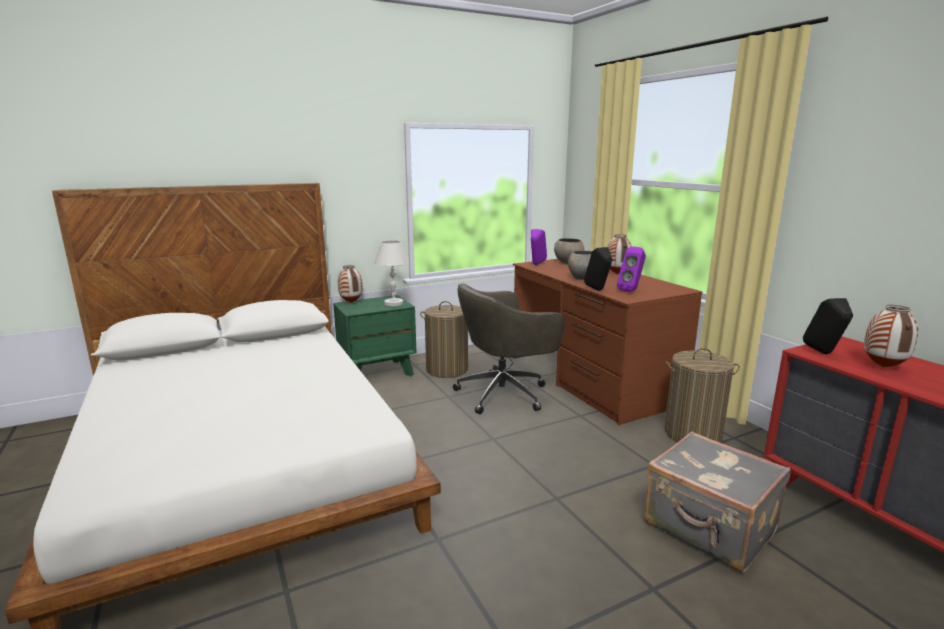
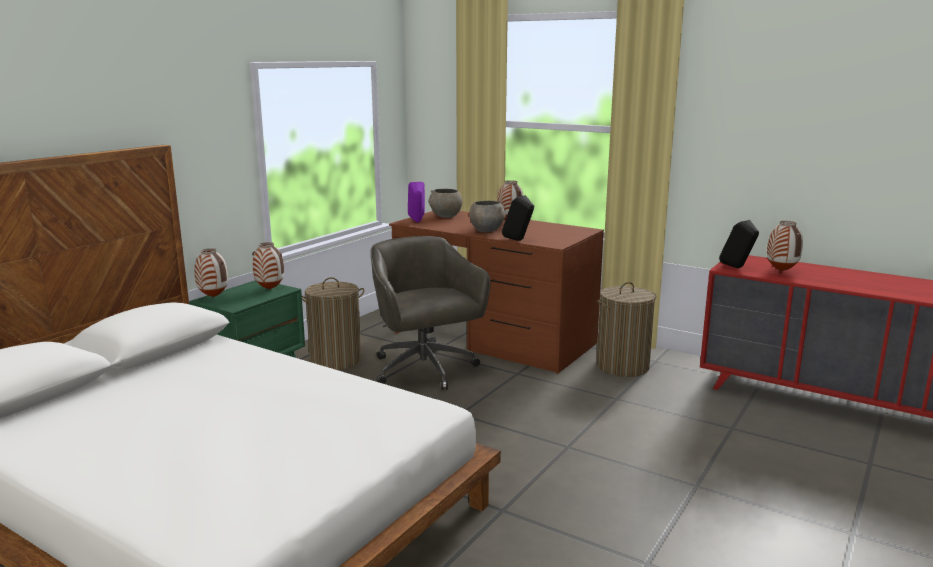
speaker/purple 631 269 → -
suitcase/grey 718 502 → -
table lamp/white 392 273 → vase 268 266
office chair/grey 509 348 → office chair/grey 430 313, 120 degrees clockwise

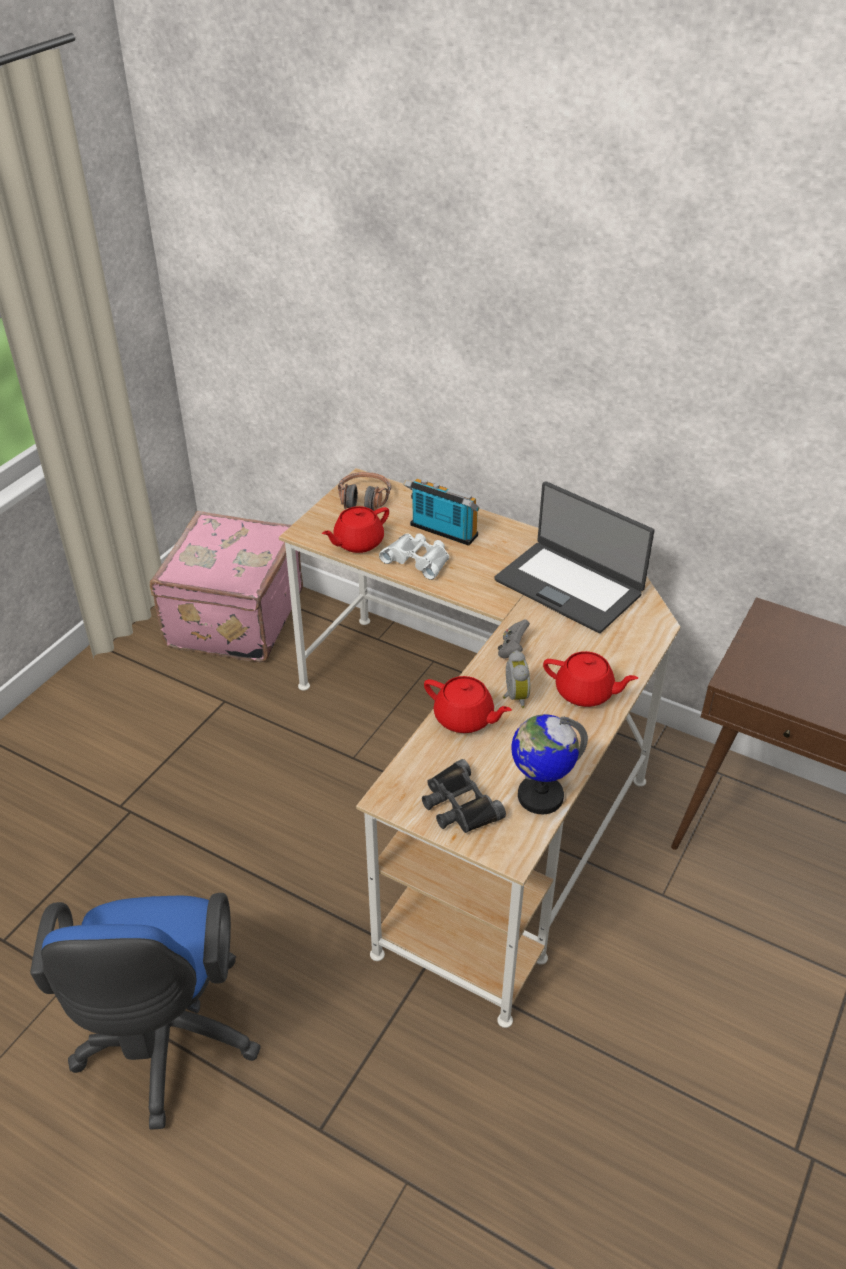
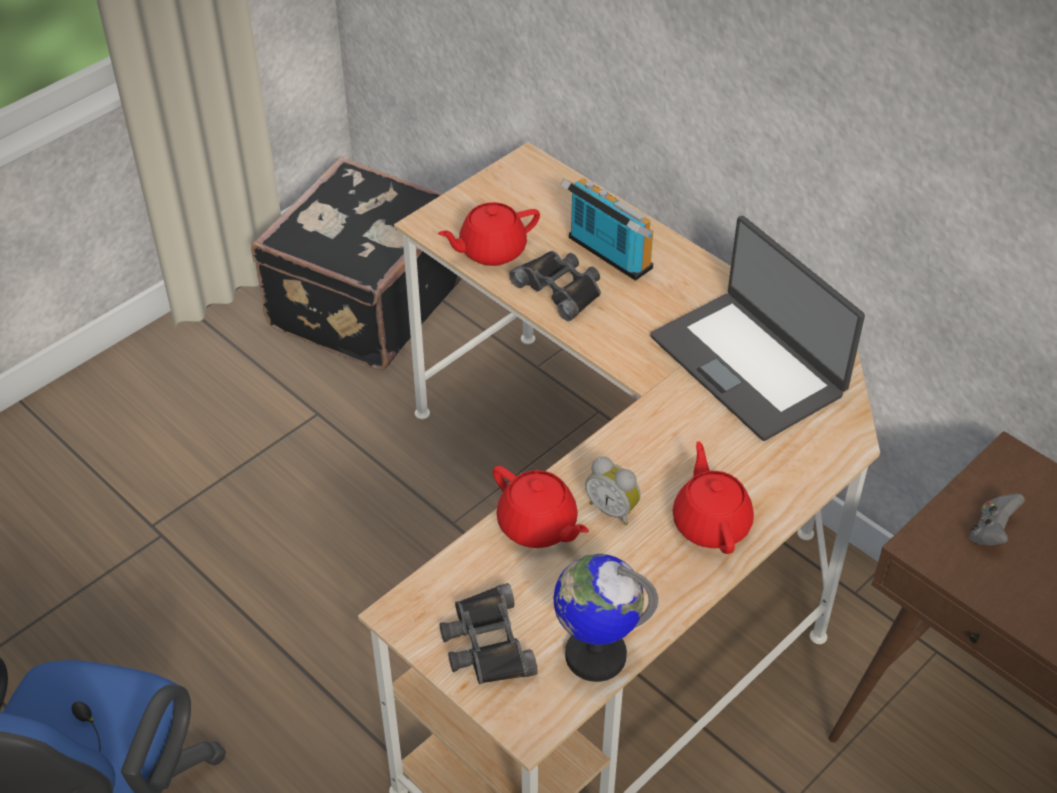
headphones 364 491 → -
game controller/grey 514 639 → game controller/grey 997 519, move
suitcase/pink 226 586 → suitcase/black 356 263
binoculars/white 414 556 → binoculars/black 555 286
alarm clock 516 679 → alarm clock 613 491, 120 degrees clockwise
teapot/red 590 679 → teapot/red 713 497, 135 degrees counterclockwise

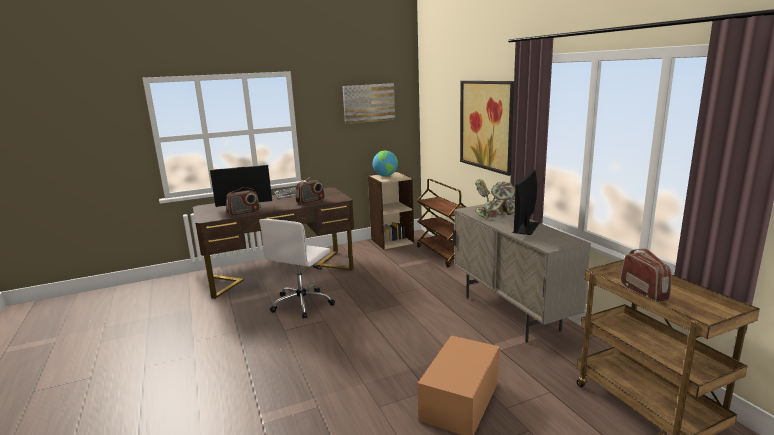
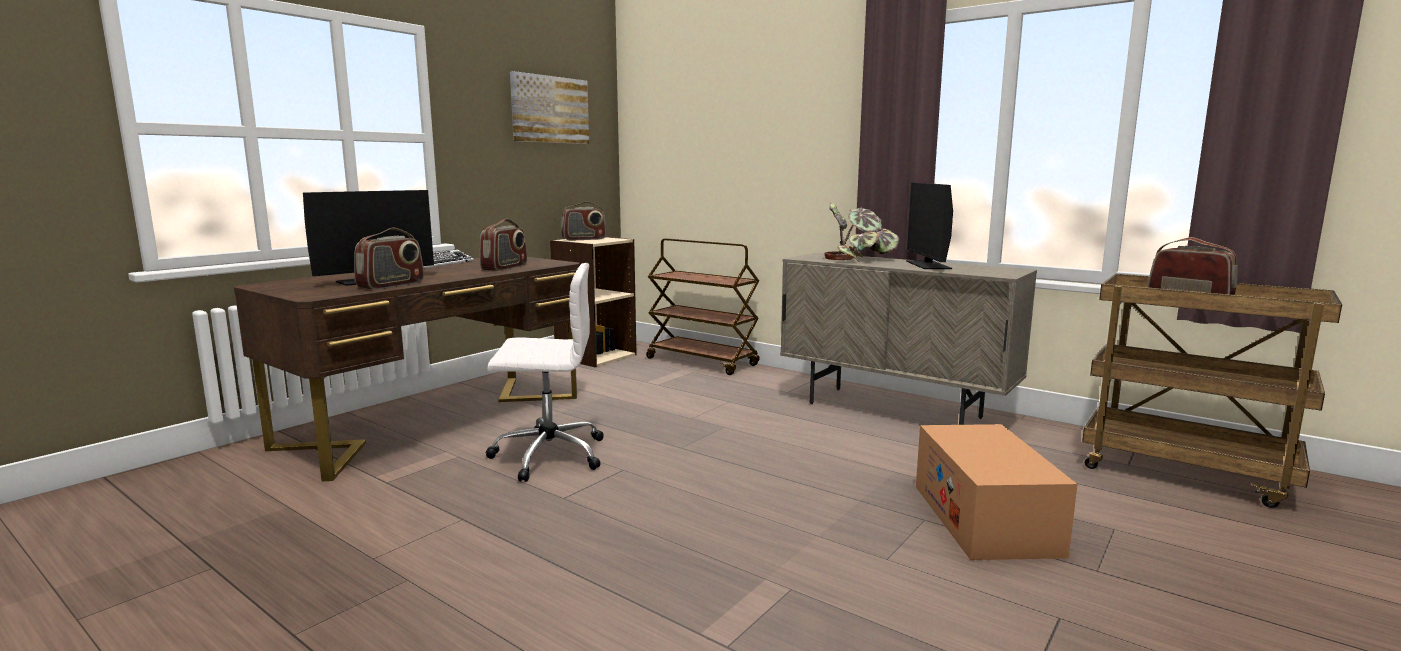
picture 487 128 → -
globe 385 164 → radio 583 221
office chair/white 297 269 → office chair/white 545 372, 90 degrees counterclockwise

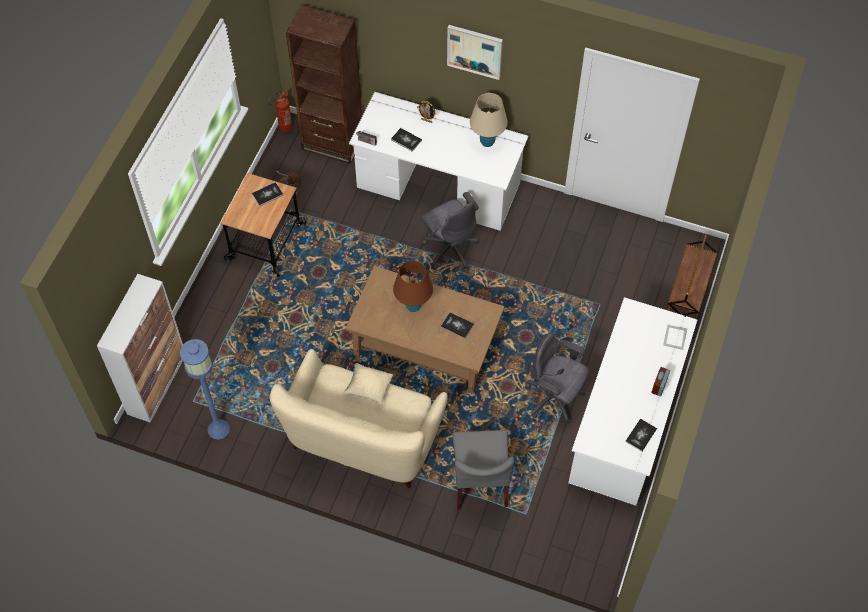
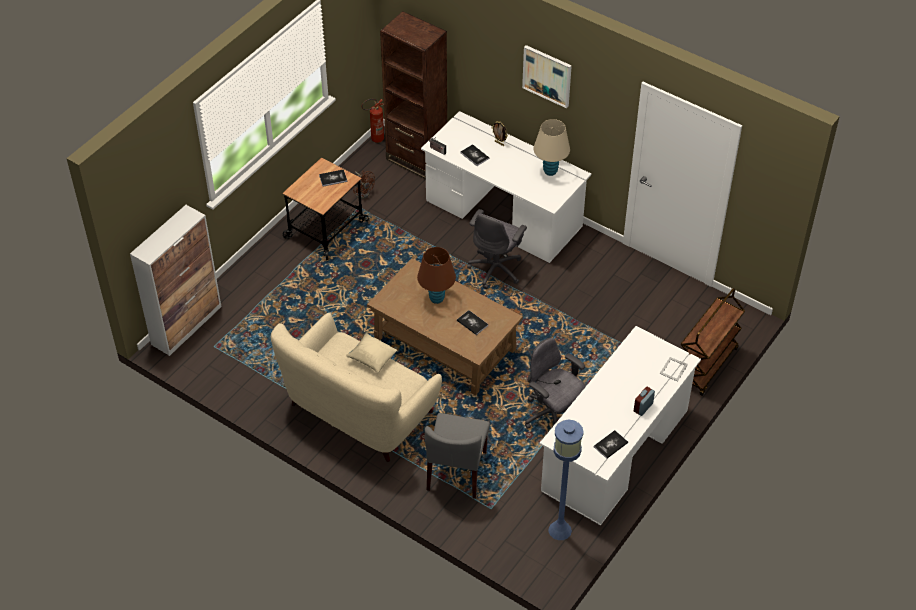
floor lamp/blue 205 389 → floor lamp/blue 566 480, move
office chair/grey 450 231 → office chair/grey 497 249, 45 degrees clockwise

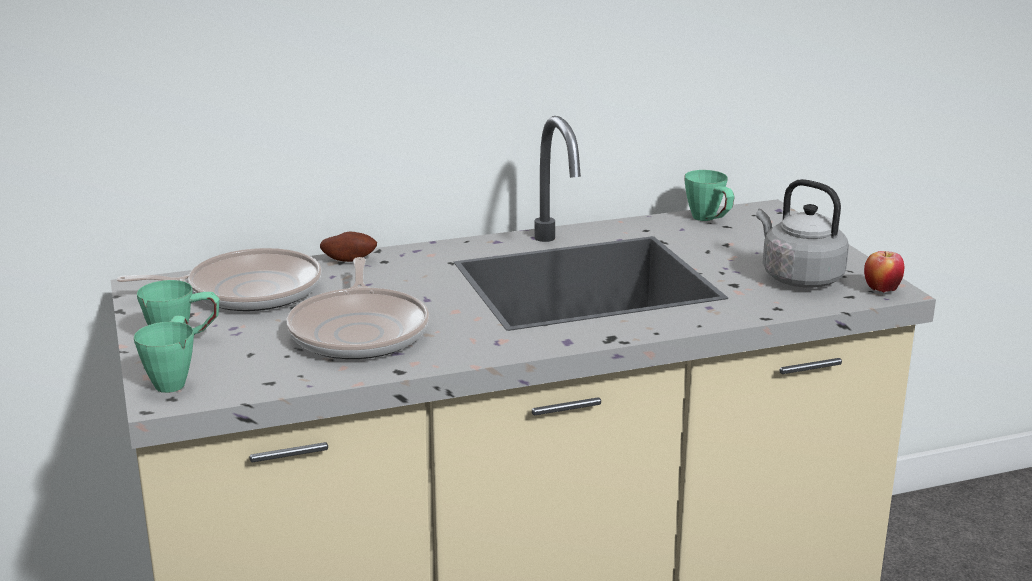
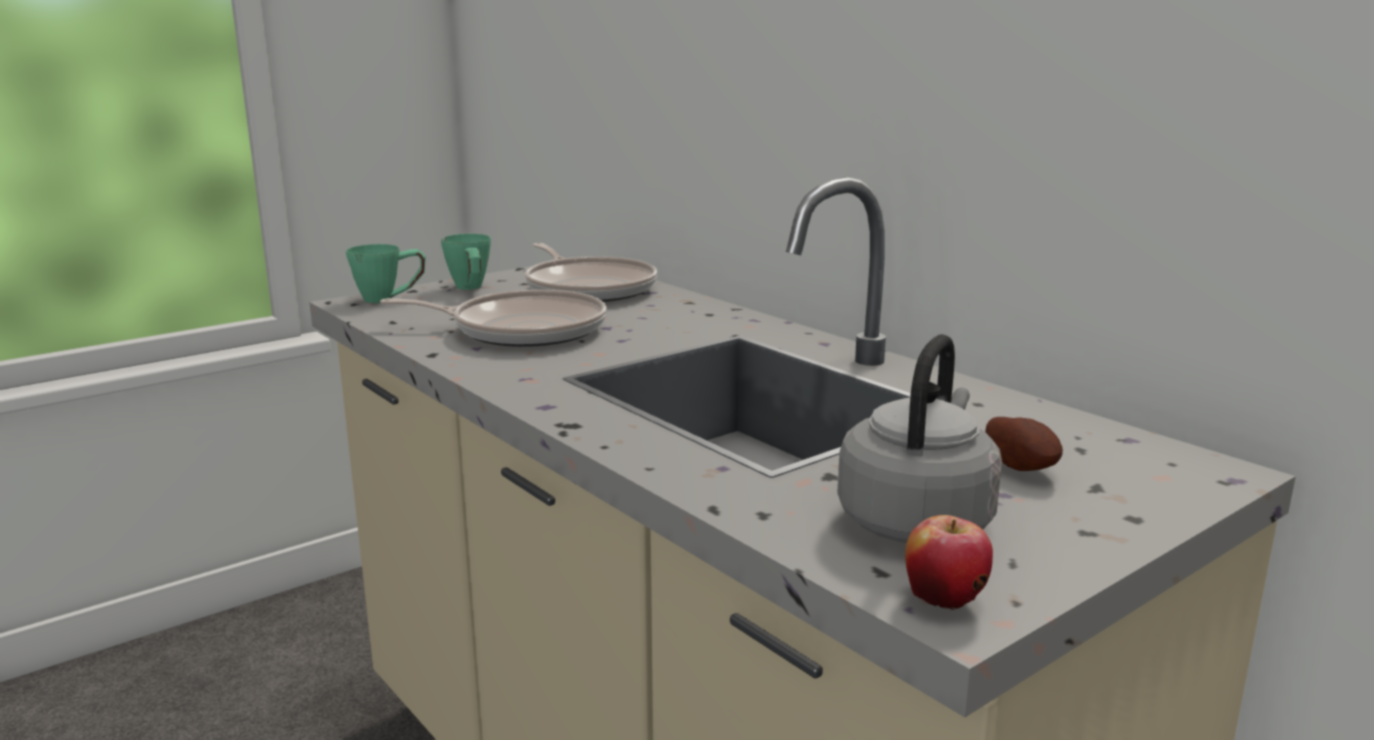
mug/green 709 195 → -
potato 348 247 → potato 1024 444, move
frying pan 358 308 → frying pan 493 318, 150 degrees counterclockwise

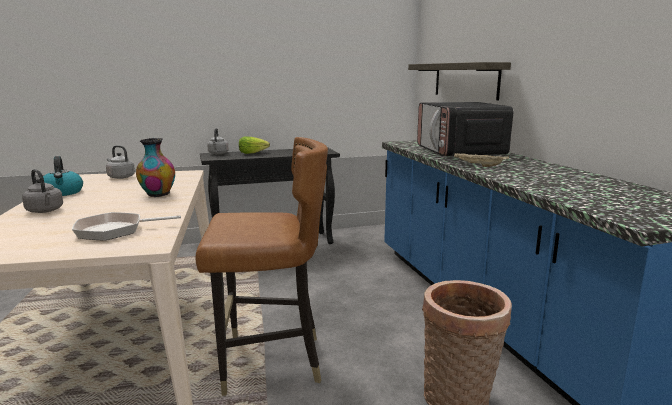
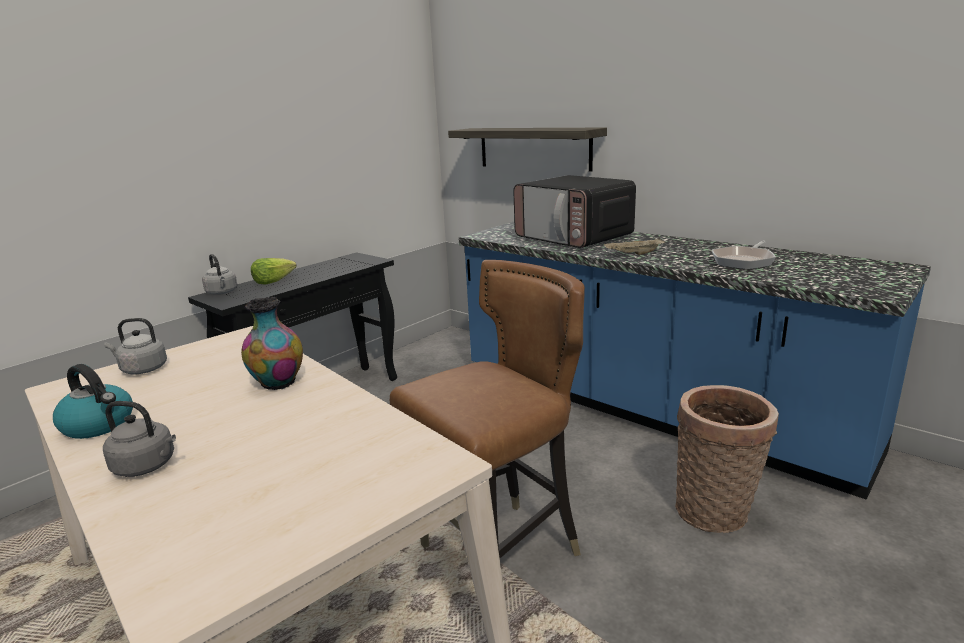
frying pan 126 226 → frying pan 744 255, move

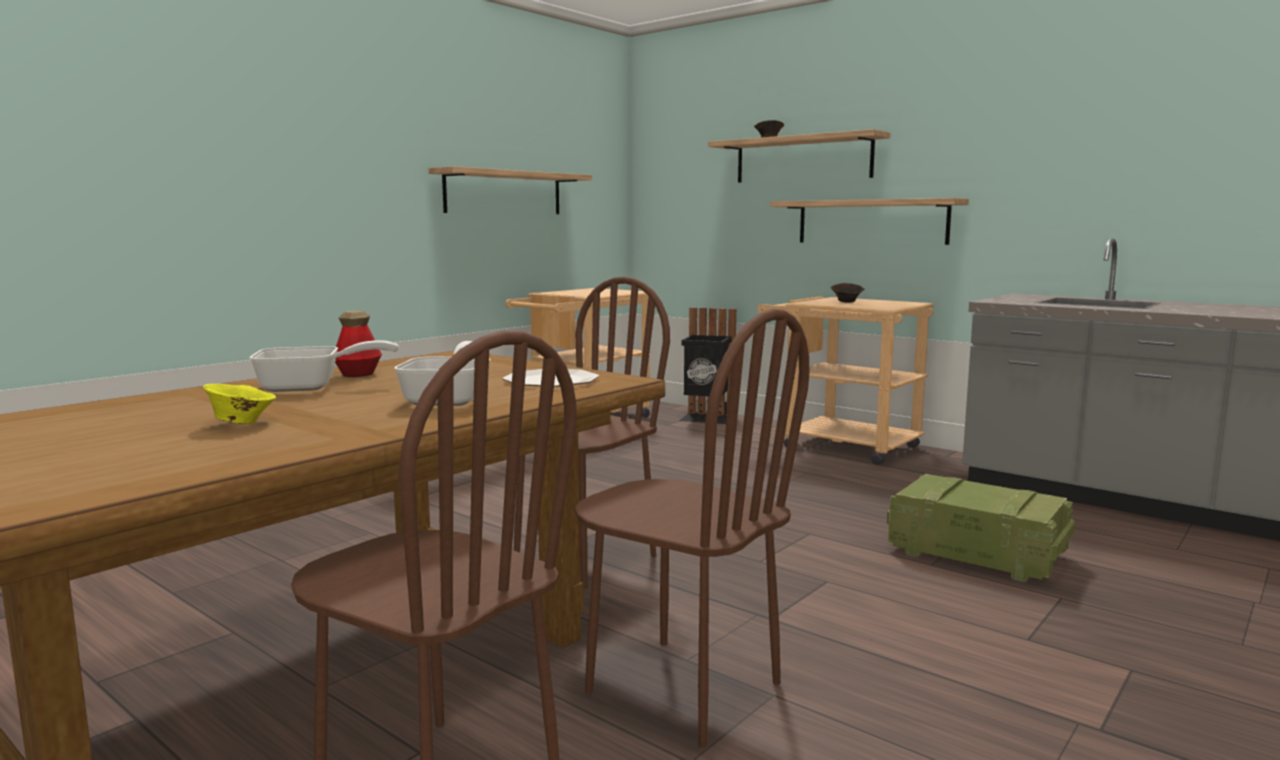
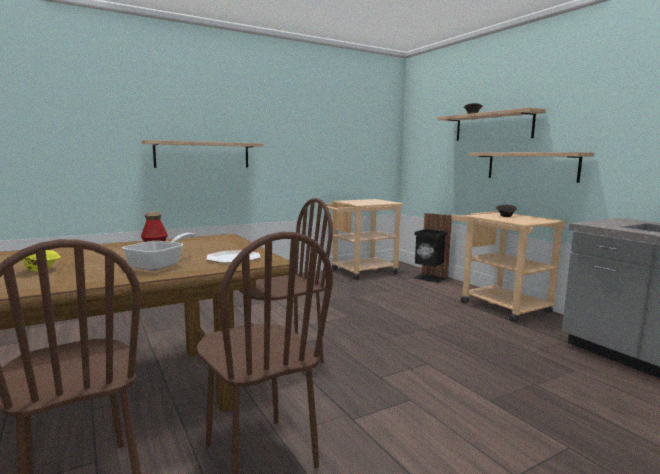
frying pan 324 366 → -
crate 981 528 → -
shelf 510 190 → shelf 203 154, move

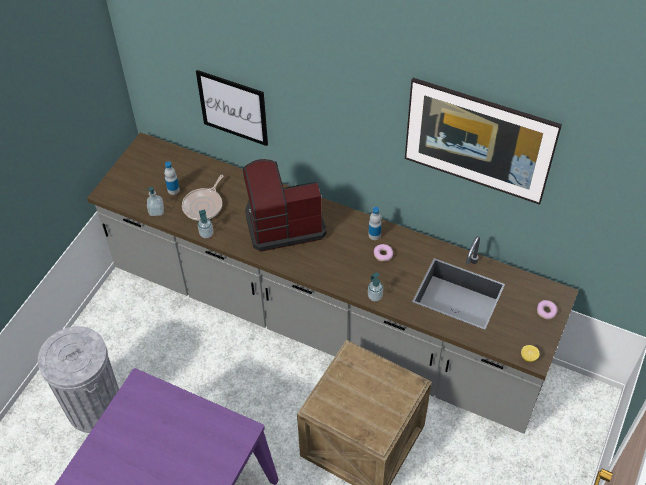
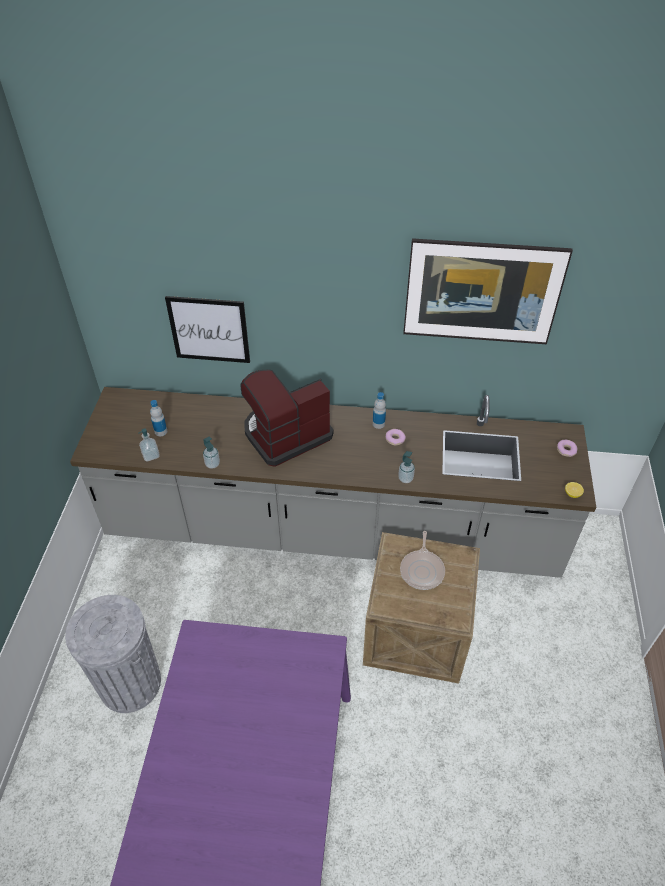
frying pan 202 198 → frying pan 422 560, move

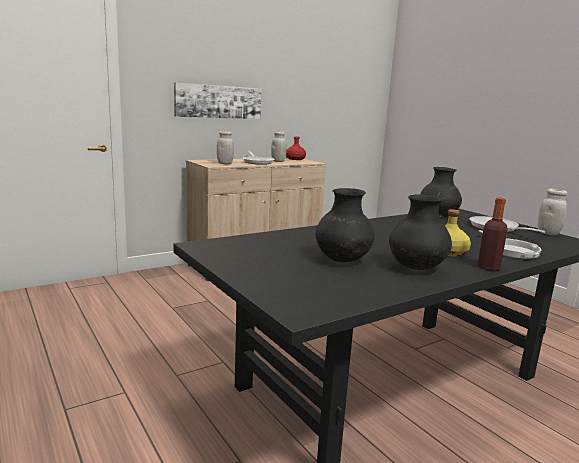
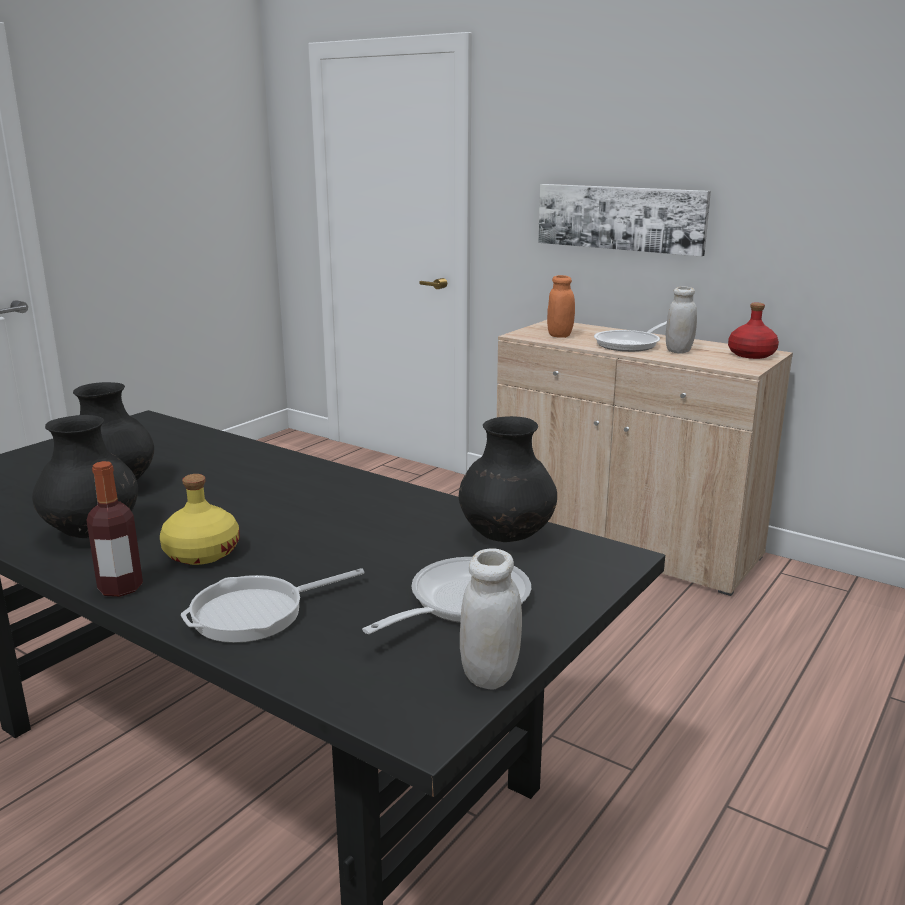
jar/white 225 147 → jar/orange 561 306

